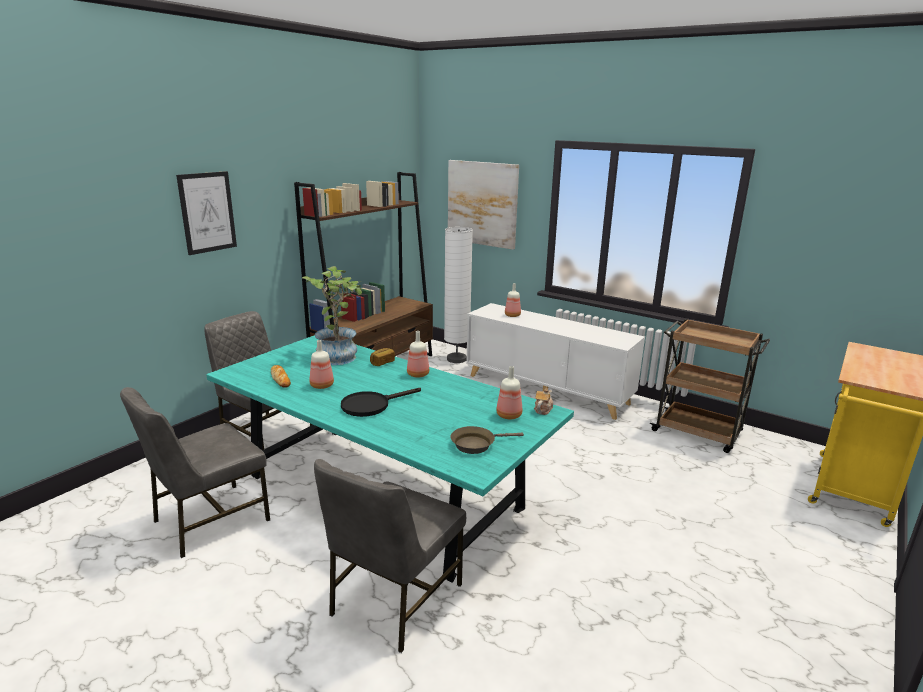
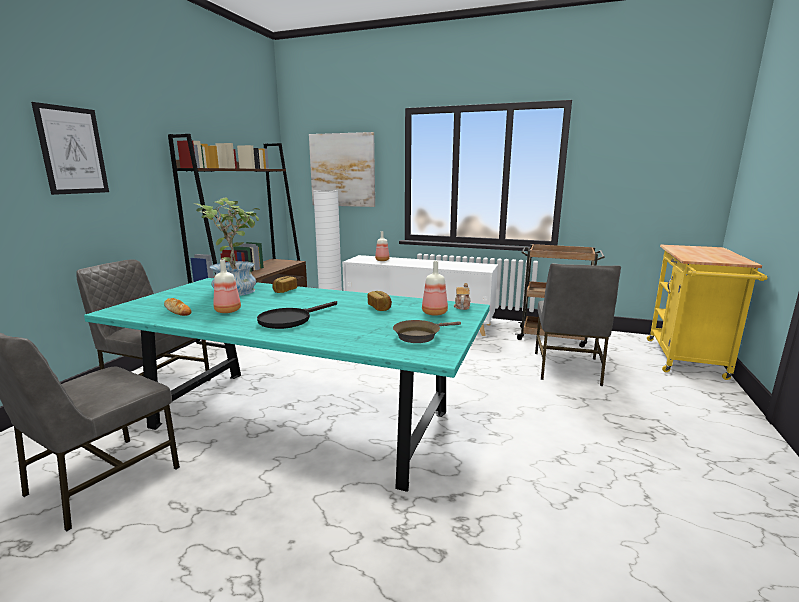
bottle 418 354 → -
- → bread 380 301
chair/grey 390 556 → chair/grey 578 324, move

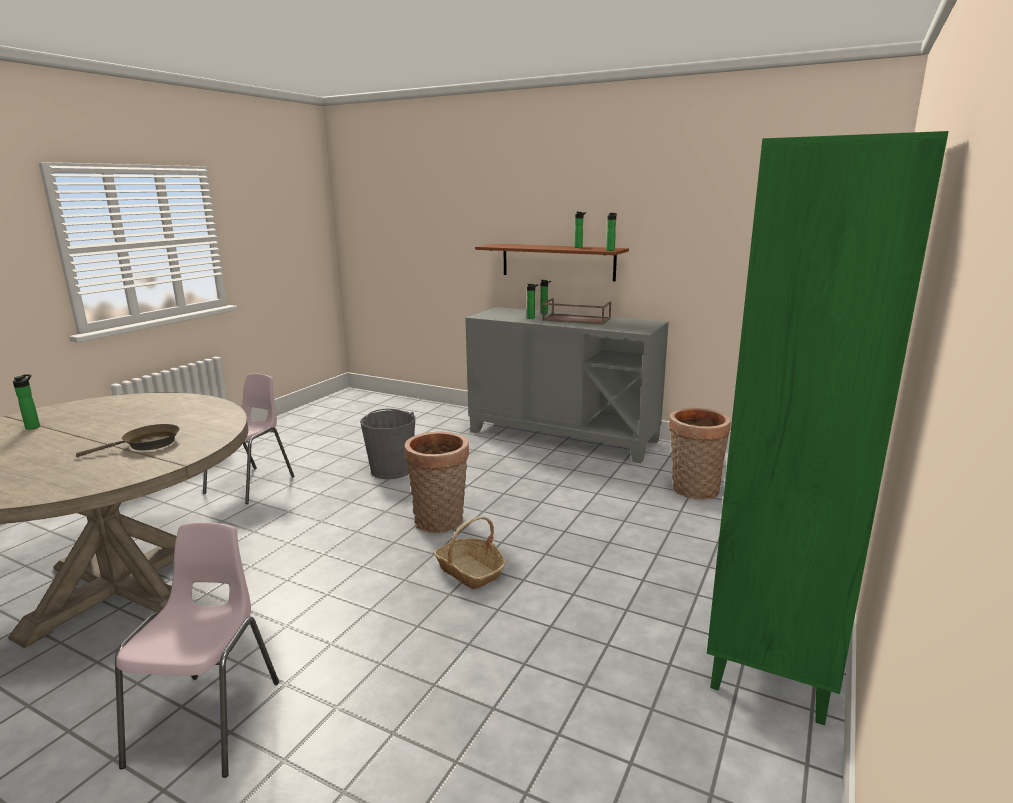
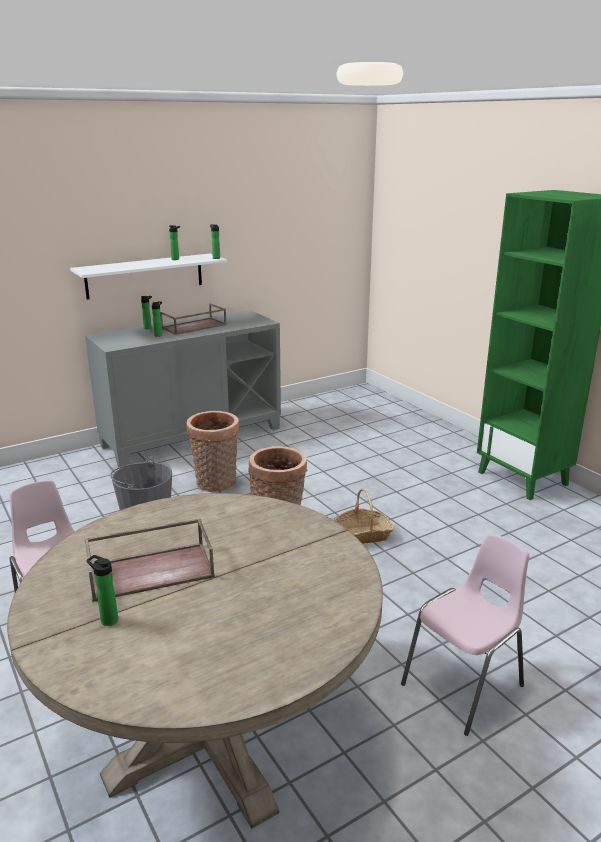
frying pan/brown 127 440 → -
- → tray/brown 150 560
basket 700 454 → basket 212 451, move
shelf/brown 552 262 → shelf/white 148 276
chair/pink 197 650 → chair/pink 465 634, 105 degrees clockwise

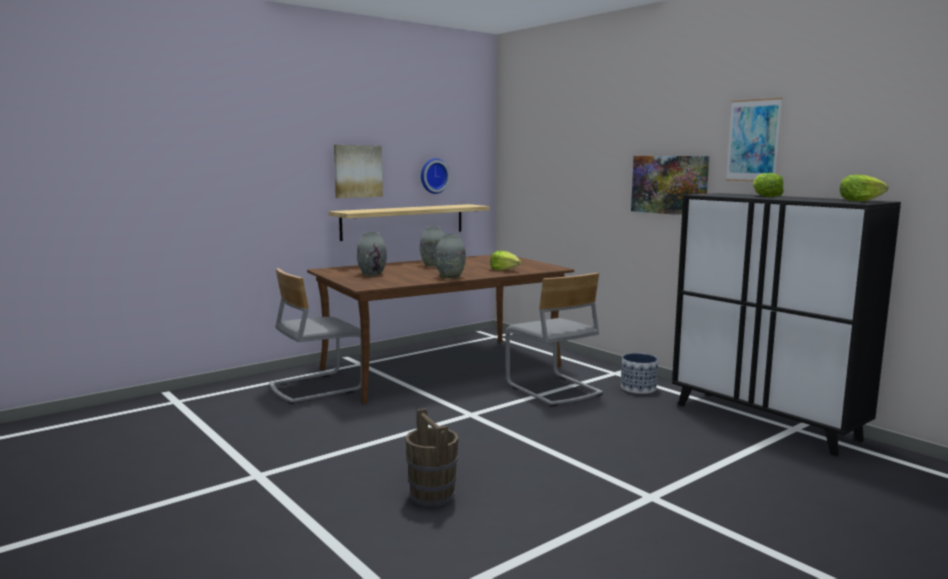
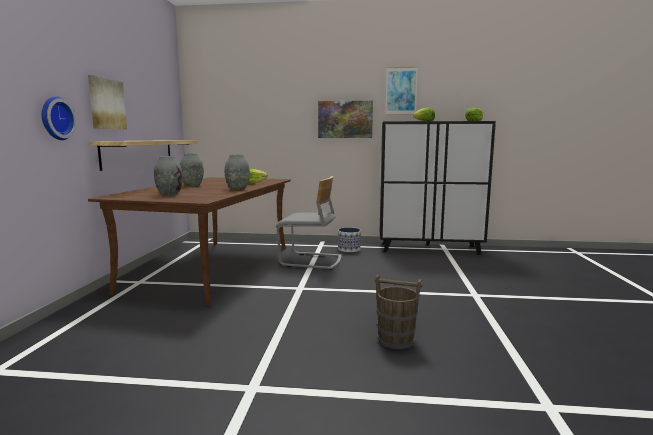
chair/grey 315 336 → -
wall clock 435 176 → wall clock 59 118, move

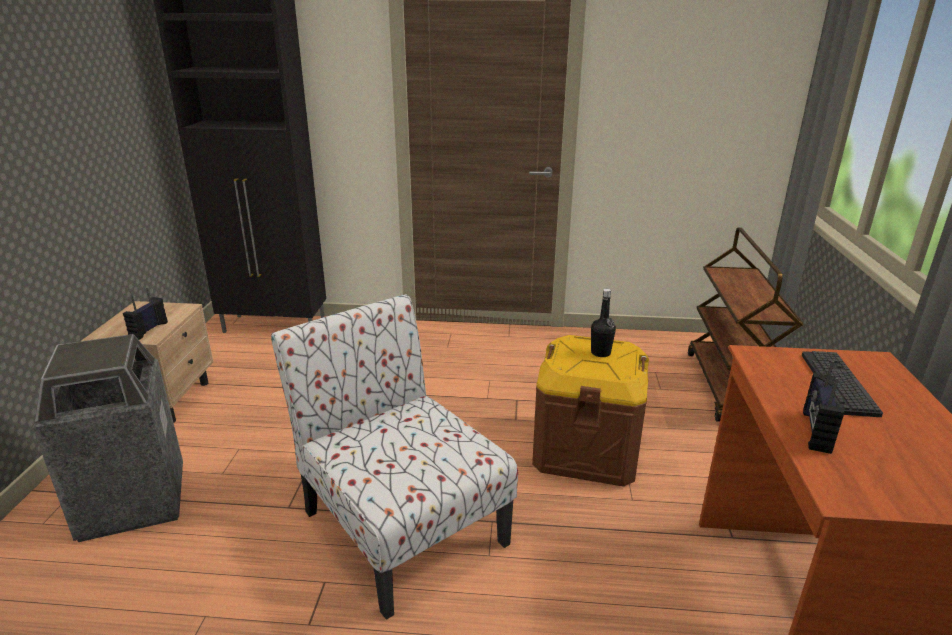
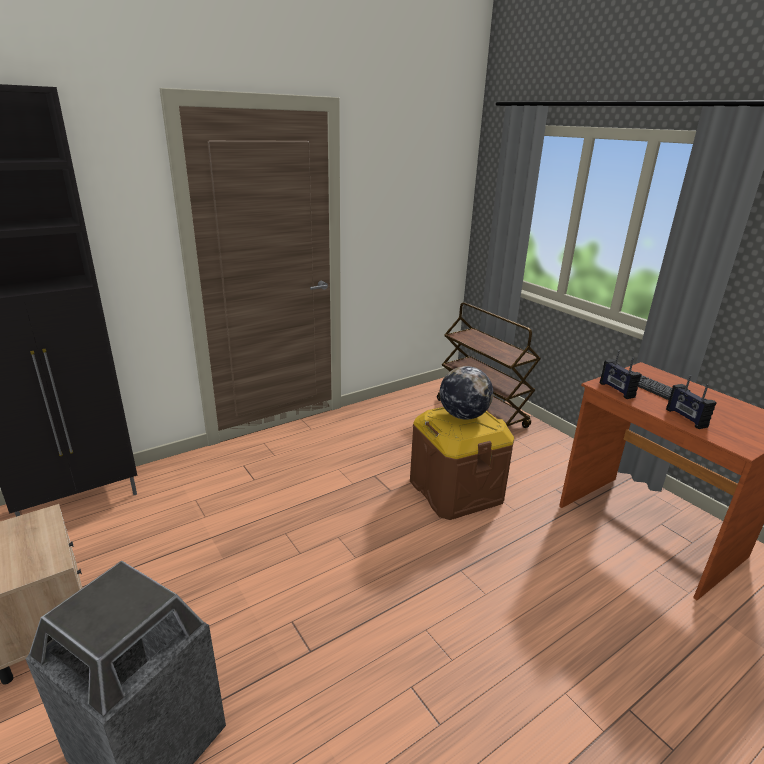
chair 394 457 → -
radio 145 314 → radio 620 374, move
bottle/black 603 323 → globe 466 393

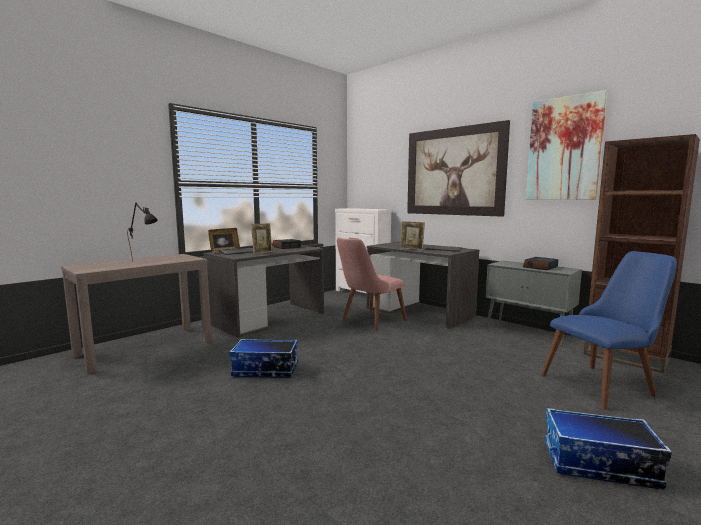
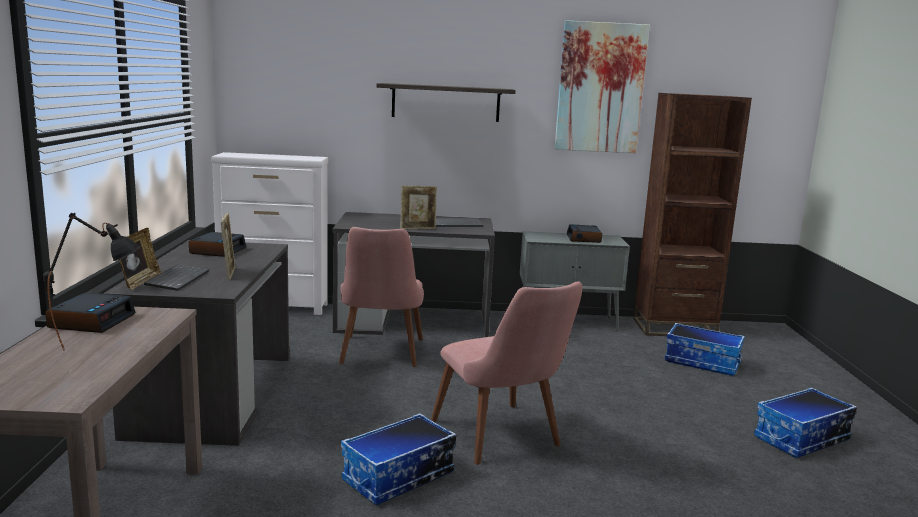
- → alarm clock 90 312
- → chair/pink 507 373
picture 458 168 → shelf 446 102
chair/blue 609 330 → storage box 705 349

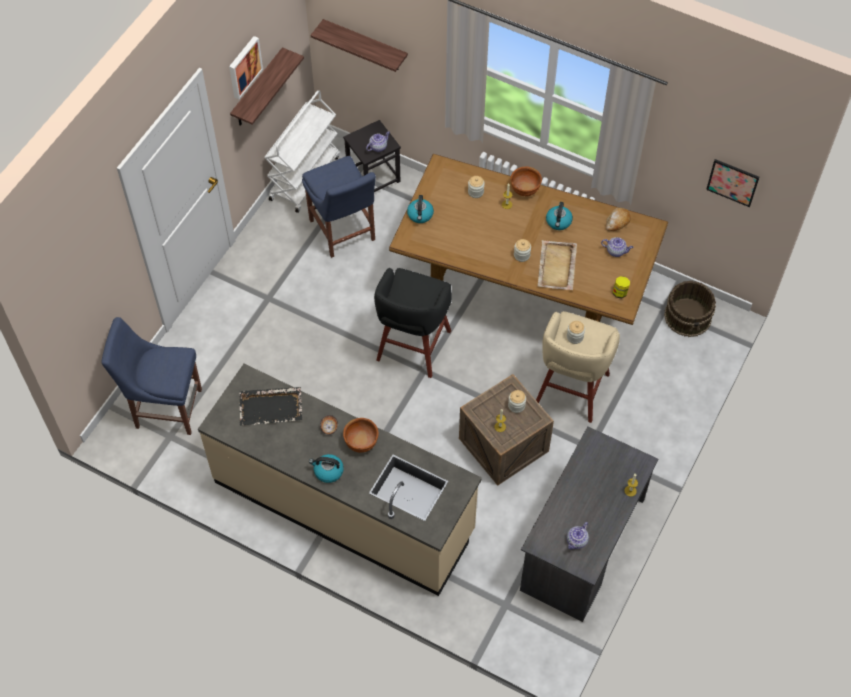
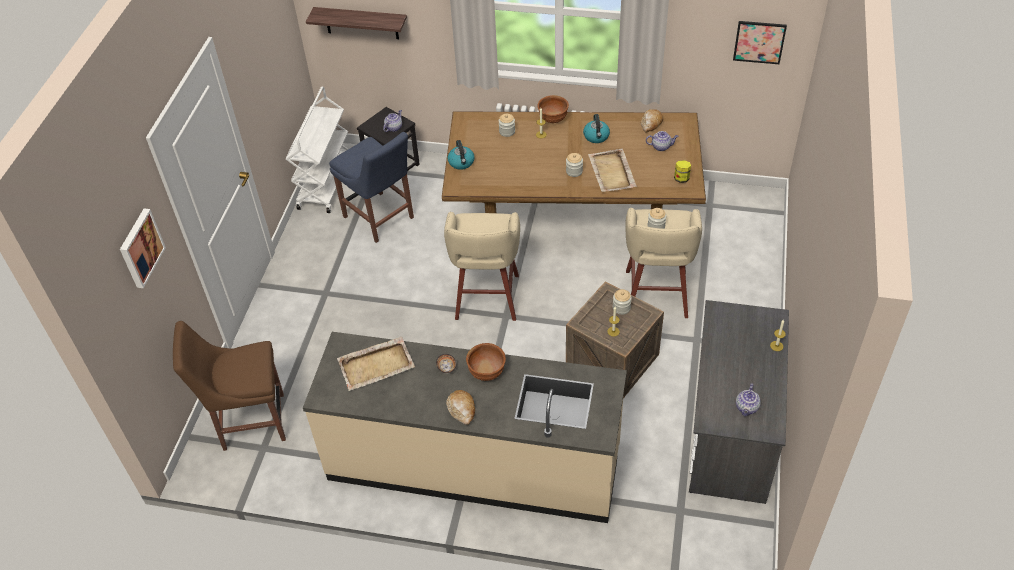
shelf 267 86 → -
bucket/brown 690 309 → -
picture 246 67 → picture 143 248, move
kettle 326 468 → bread 460 407
chair/blue 151 376 → chair/brown 229 386
tray/black 270 406 → tray/beige 376 364
stool/black 413 323 → stool/beige 482 266

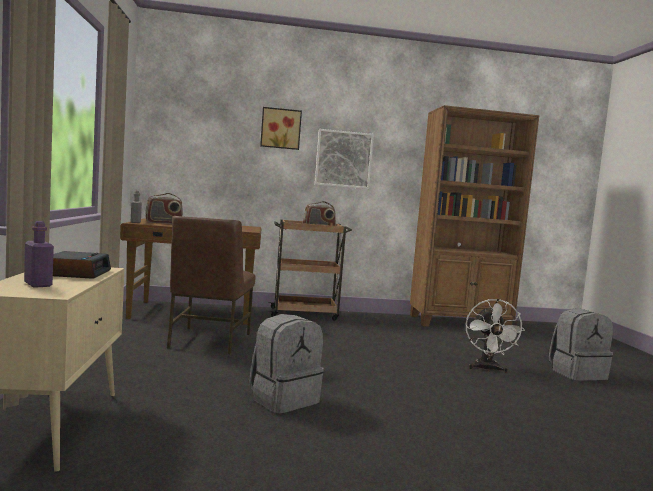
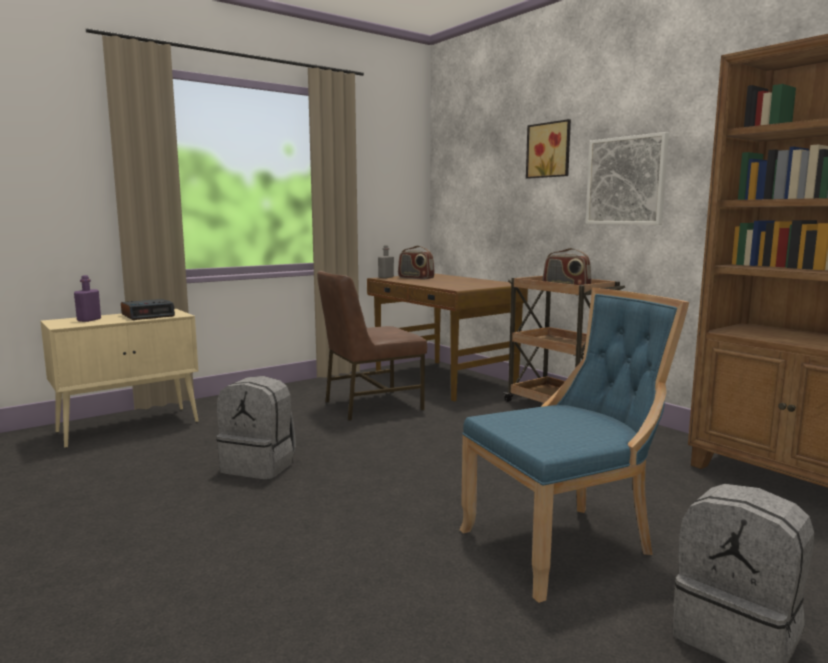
fan/white 495 336 → chair/blue 574 445

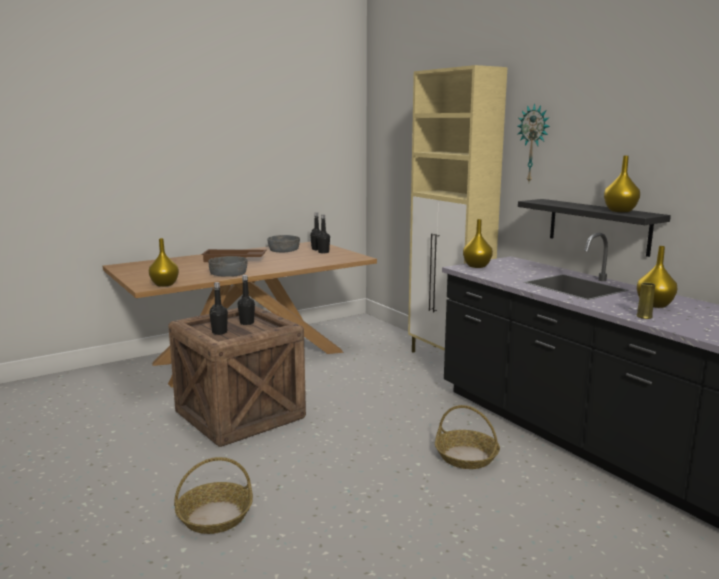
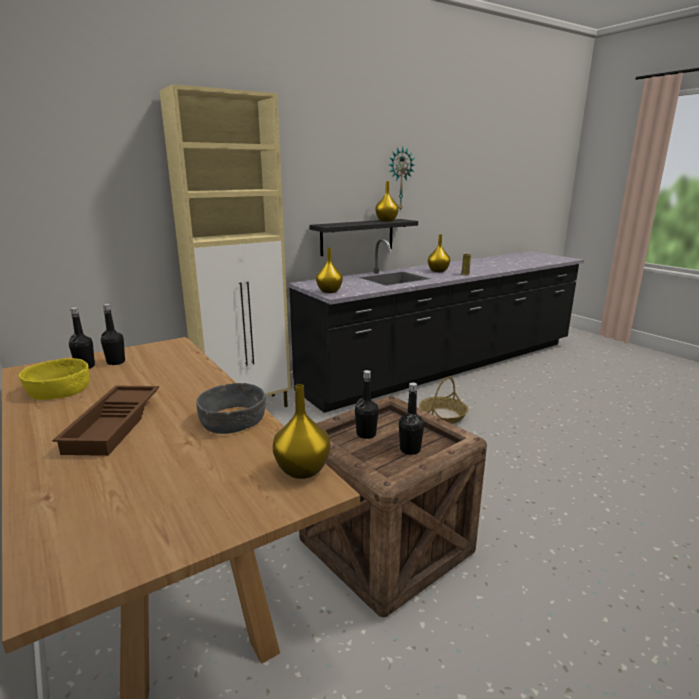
basket 213 495 → -
wall clock 533 142 → wall clock 402 179, move
bowl/grey 283 244 → bowl/yellow 54 379

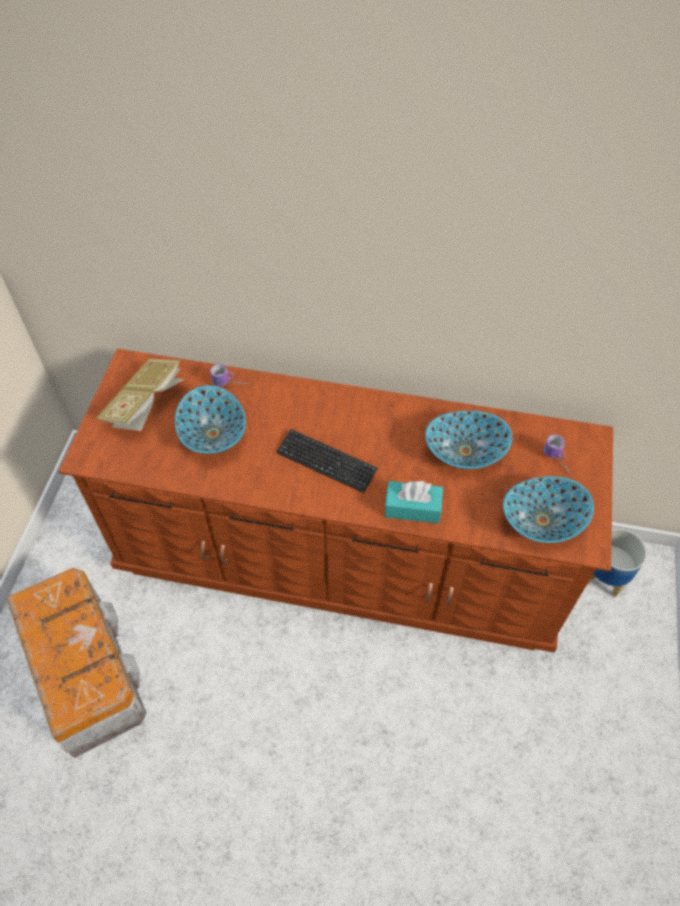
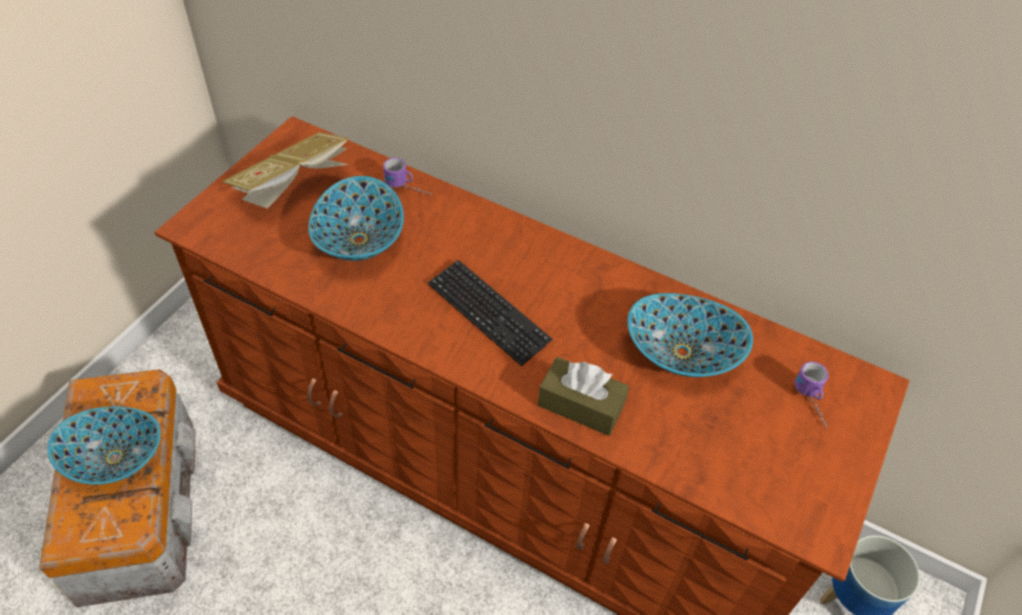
bowl 548 509 → bowl 104 445, move
tissue box/turquoise 414 502 → tissue box/brown 583 396

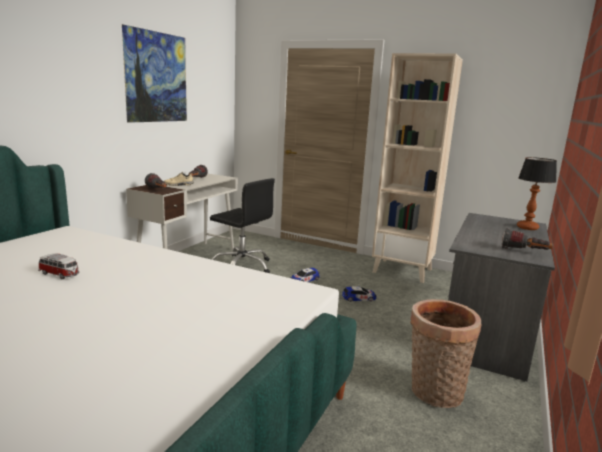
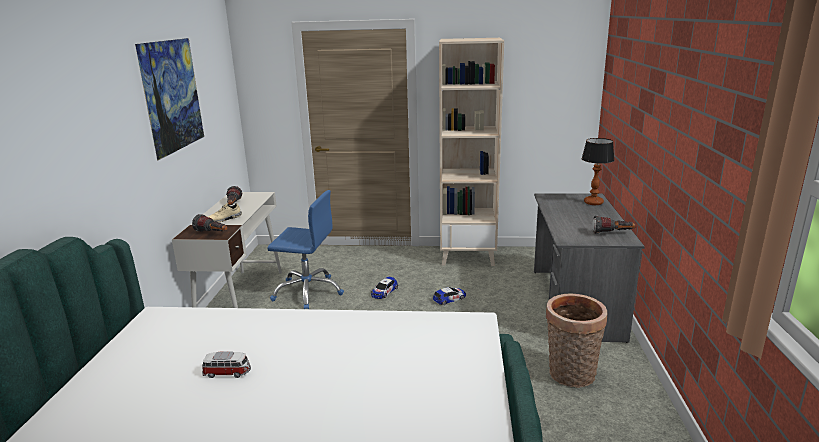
office chair/black 242 225 → office chair/blue 305 249

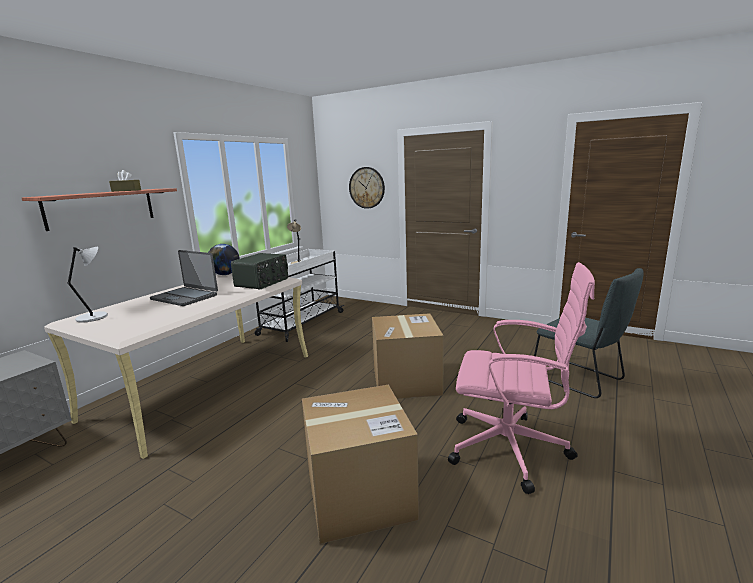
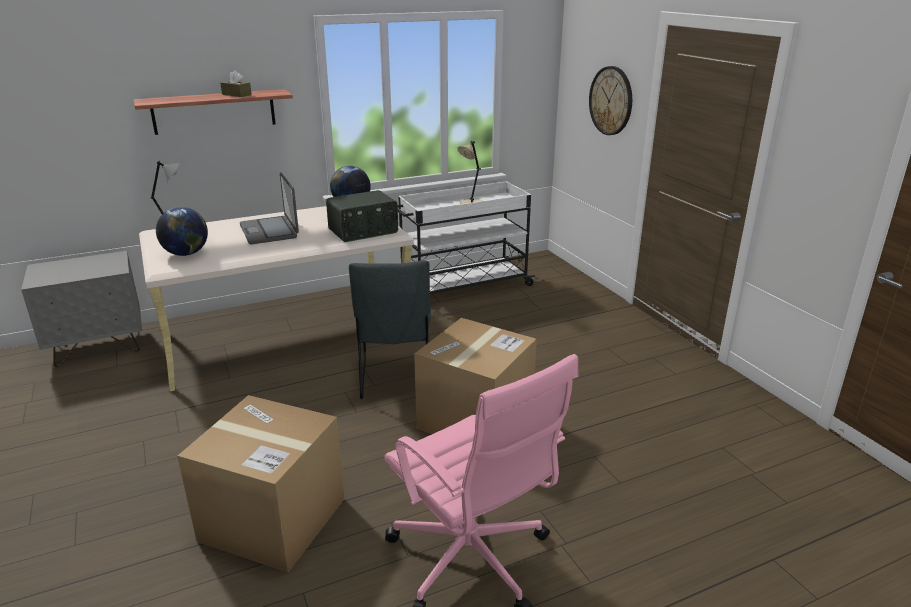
- → globe 182 231
chair/grey 589 333 → chair/grey 390 329, move

